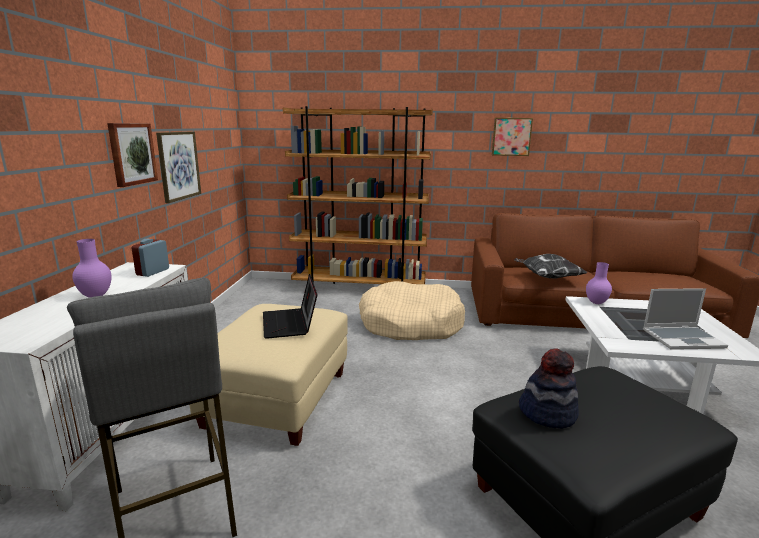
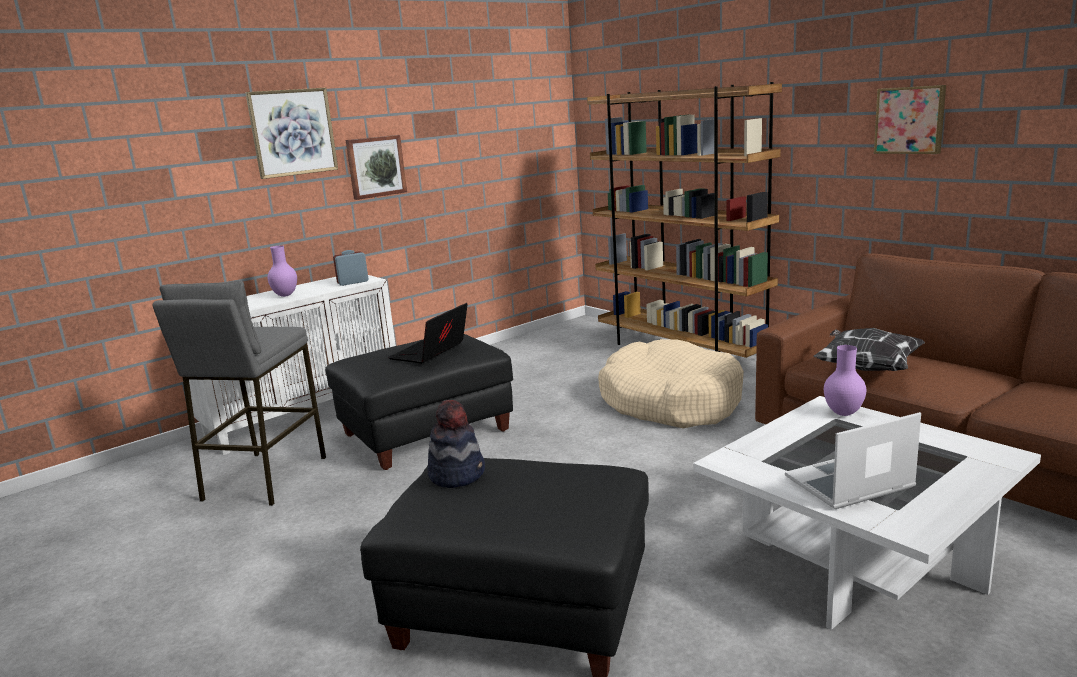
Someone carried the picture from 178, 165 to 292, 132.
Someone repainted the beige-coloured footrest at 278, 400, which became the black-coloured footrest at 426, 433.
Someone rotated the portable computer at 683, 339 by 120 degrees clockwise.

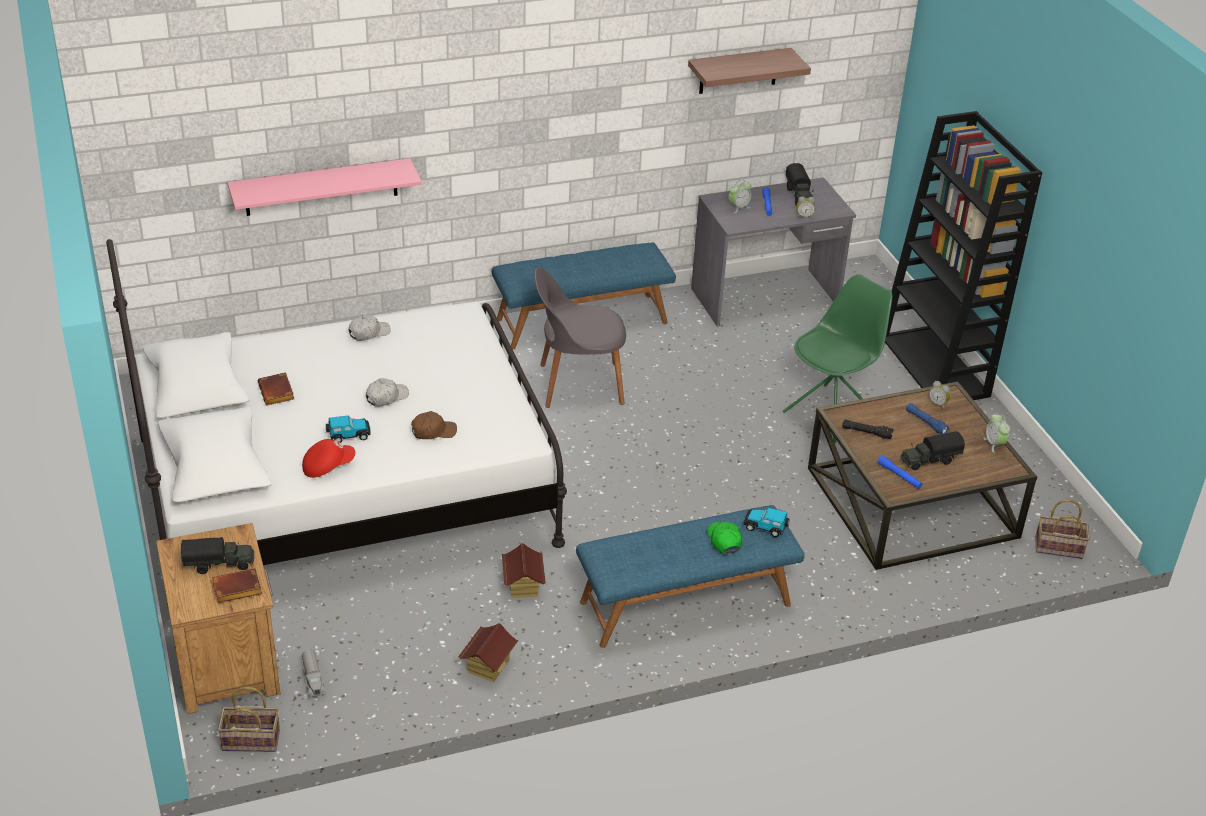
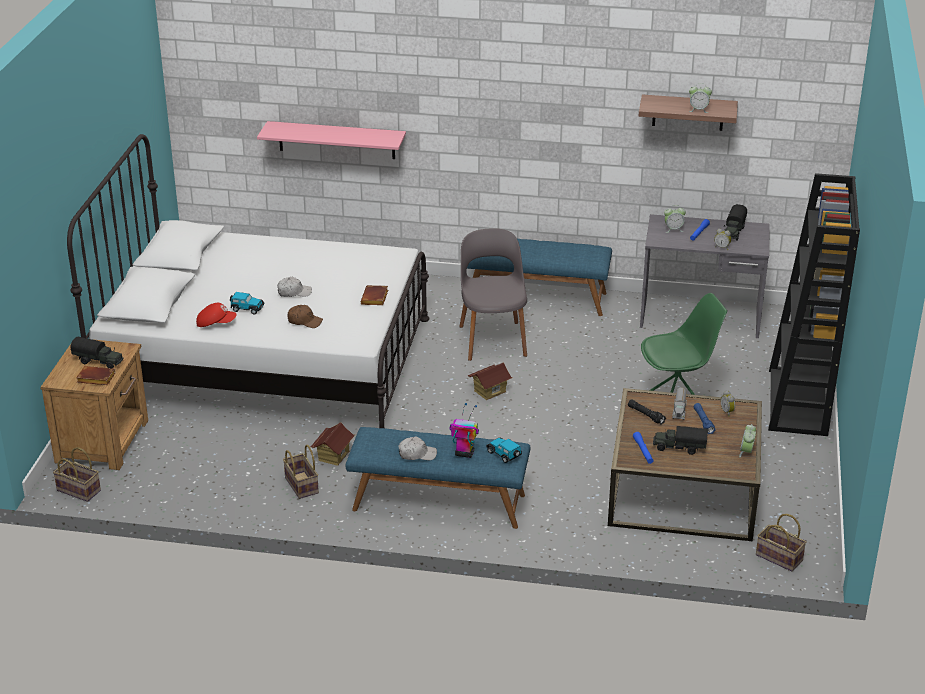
Someone carried the brownish book from 278, 393 to 375, 299.
Someone carried the model truck from 314, 680 to 679, 410.
Someone carried the whitish peaked cap from 369, 333 to 417, 454.
Someone carried the model house from 488, 666 to 489, 391.
Someone rotated the greyish upright chair at 578, 384 by 60 degrees clockwise.
Someone swapped the green peaked cap at 724, 540 for the model robot at 464, 453.
Someone put down the storage basket at 300, 485.
Someone put down the alarm clock at 698, 110.

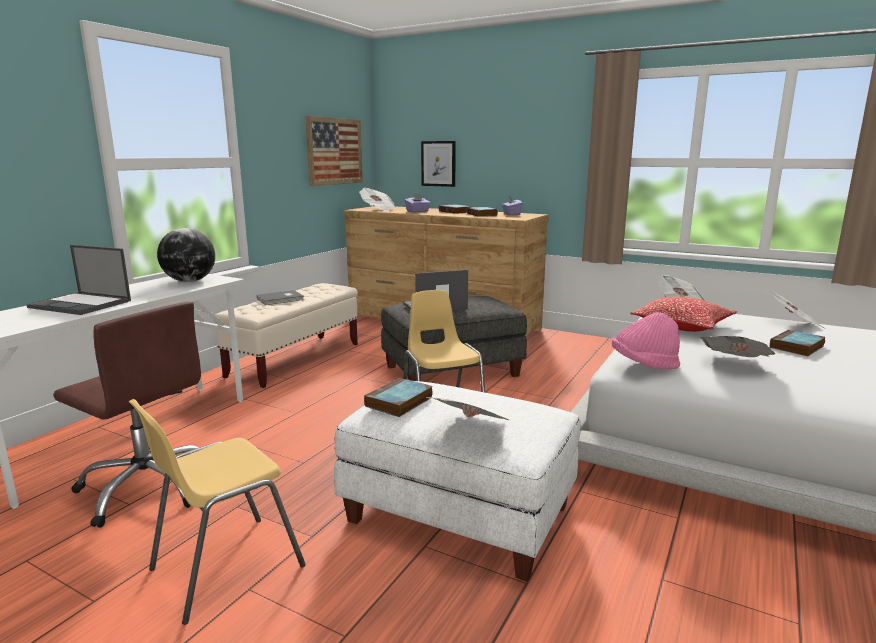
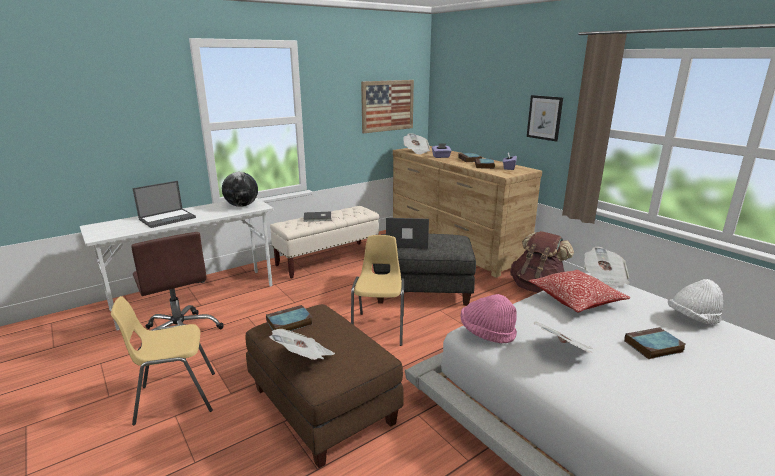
Someone rotated the portable computer at 81, 304 by 90 degrees counterclockwise.
Someone repainted the whitish footrest at 460, 513, which became the brownish footrest at 324, 406.
Someone carried the picture from 438, 163 to 544, 117.
Someone swapped the printed paper at 792, 323 for the whitish hat at 692, 318.
Someone put down the brownish knapsack at 537, 288.

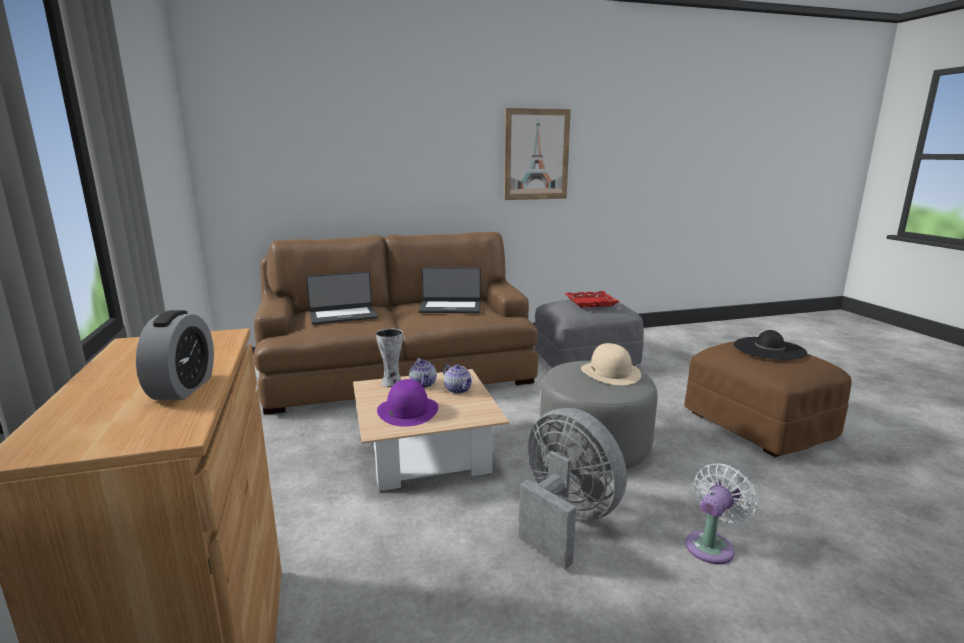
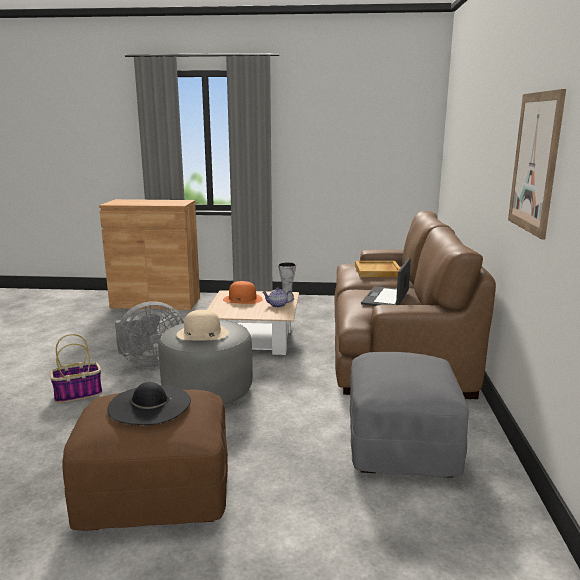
Someone took away the alarm clock at 183, 388.
Someone swapped the portable computer at 343, 316 for the beige-coloured carrying tray at 378, 271.
Someone repainted the purple hat at 407, 410, which became the orange hat at 242, 299.
Someone took away the teapot at 458, 389.
Someone took away the red-coloured carrying tray at 591, 302.
Someone swapped the whitish cooling fan at 712, 545 for the storage basket at 79, 394.

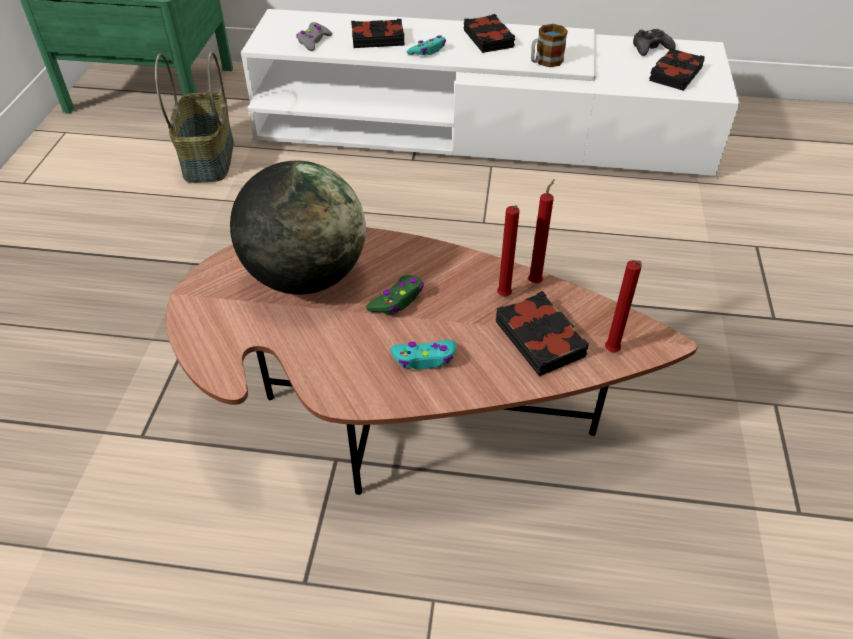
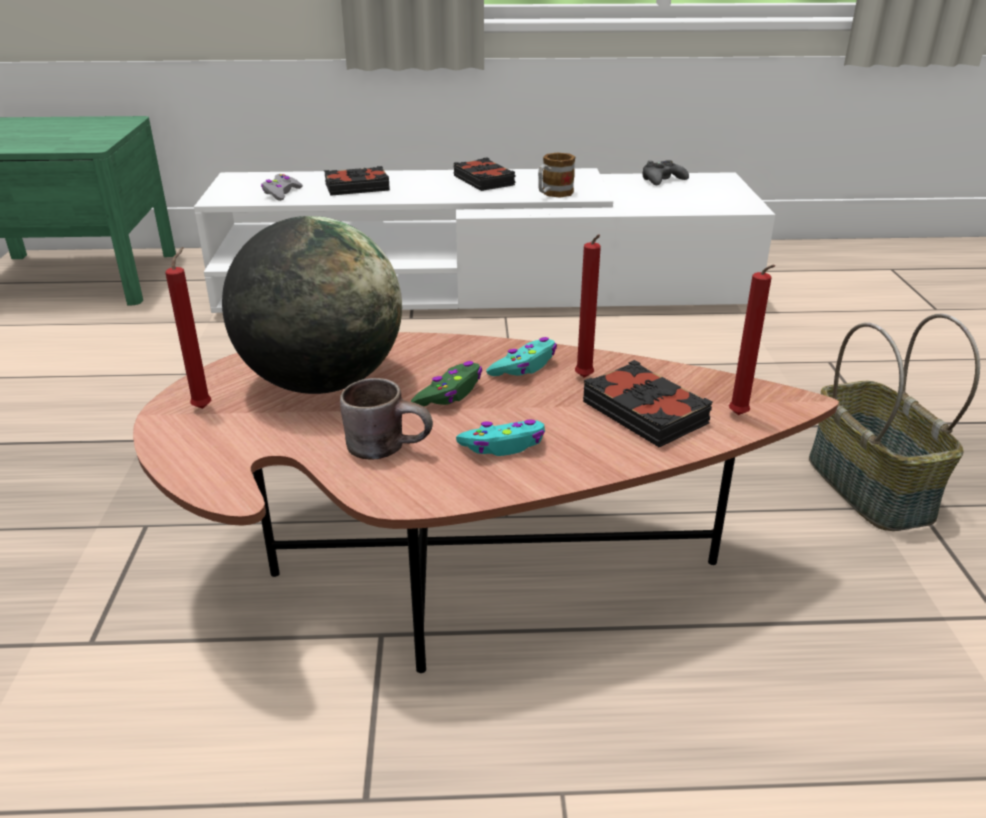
Someone carried the storage basket from 207, 158 to 866, 487.
Someone carried the turquoise-coloured joypad from 428, 51 to 524, 367.
Someone carried the red-coloured wax candle from 536, 281 to 204, 407.
Someone took away the black-coloured book at 674, 74.
Someone put down the brownish tea mug at 389, 445.

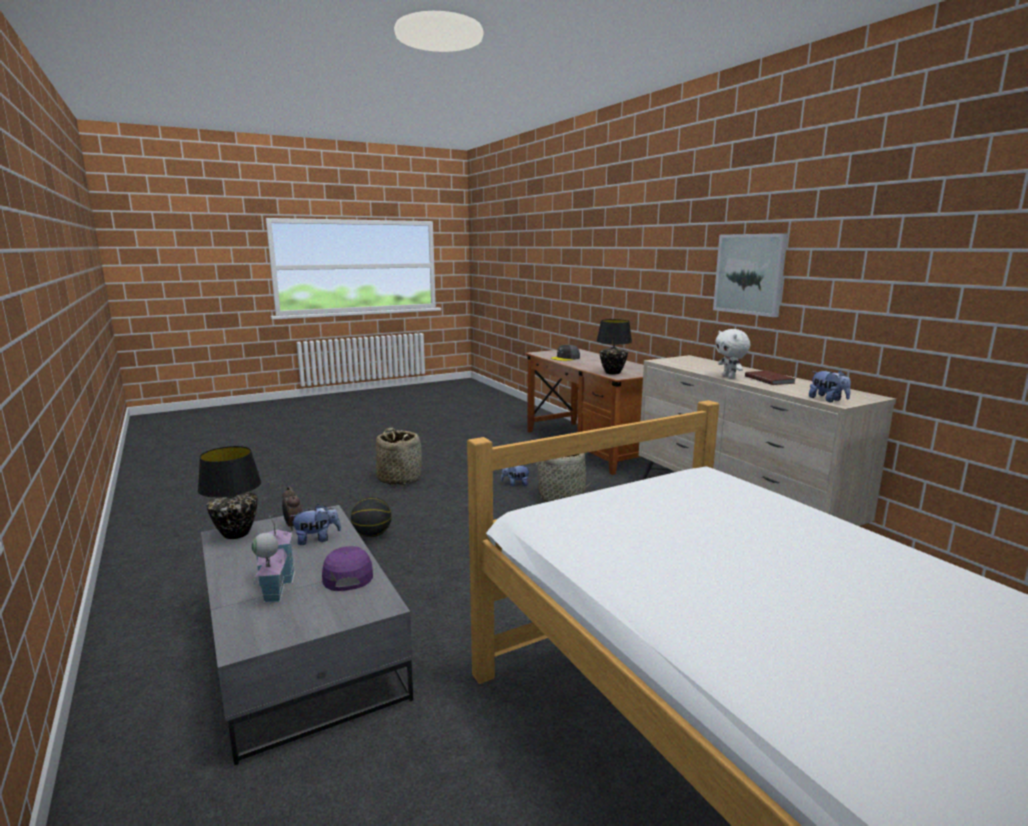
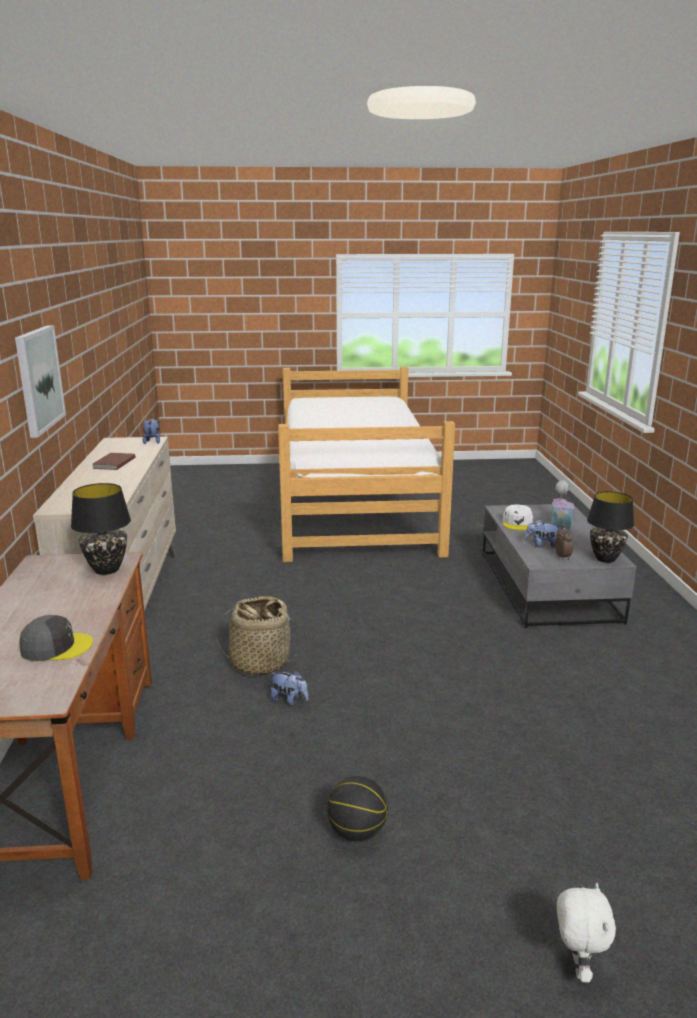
Someone repainted the purple peaked cap at 347, 574, which became the whitish peaked cap at 518, 523.
Someone carried the basketball ball from 372, 534 to 357, 832.
Someone took away the storage basket at 399, 479.
Someone carried the whitish soft toy from 729, 377 to 577, 966.

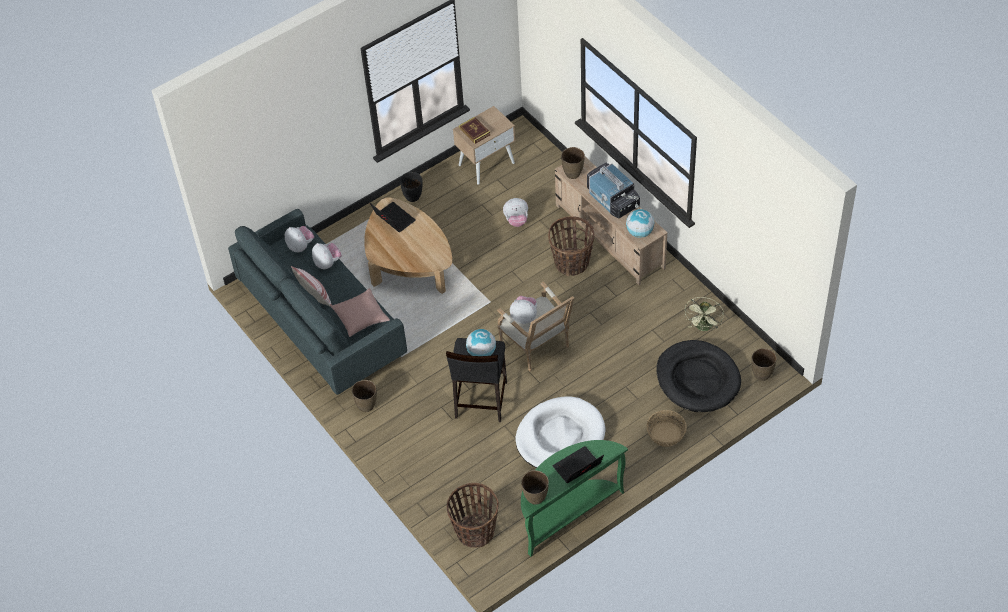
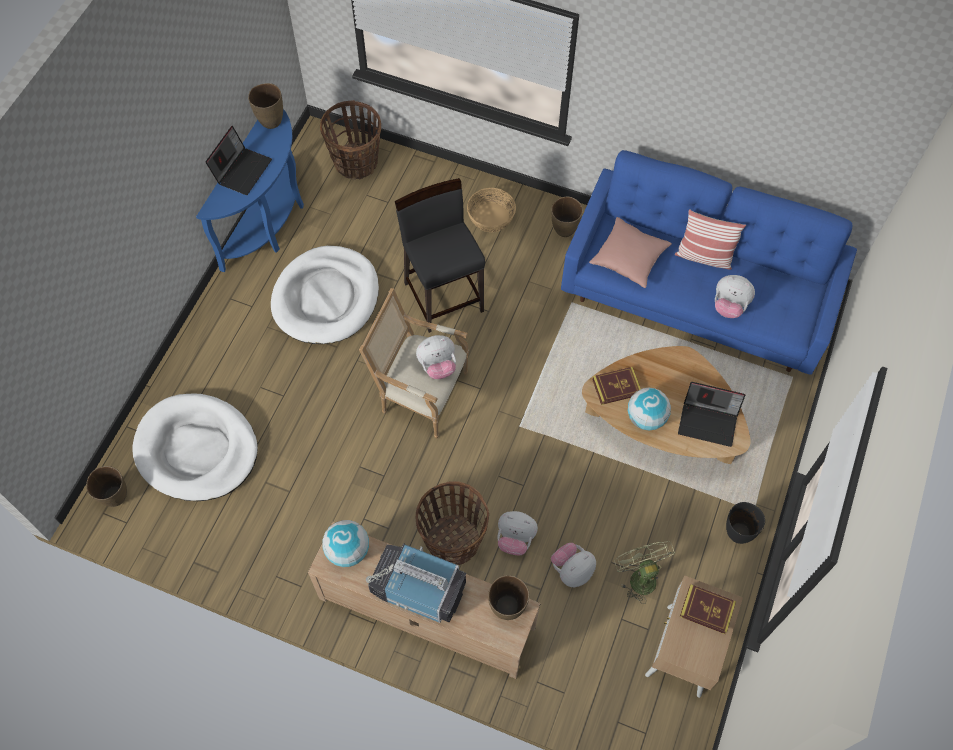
Someone repainted the greyish couch at 321, 322, which became the bluish couch at 696, 298.
Someone carried the soft toy from 300, 246 to 515, 538.
Someone carried the globe from 481, 353 to 646, 418.
Someone repainted the green hall table at 567, 513, which became the bluish hall table at 270, 222.
Someone carried the storage basket from 665, 434 to 491, 217.
Someone repainted the black-coloured dog cushion at 697, 379, which became the whitish dog cushion at 197, 450.
Someone carried the green cooling fan from 703, 328 to 639, 576.
Someone put down the book at 616, 387.

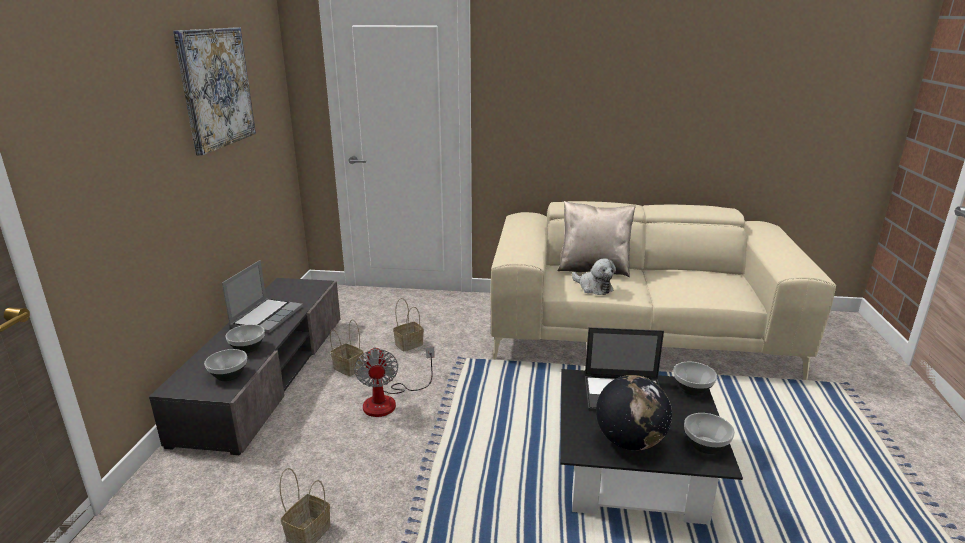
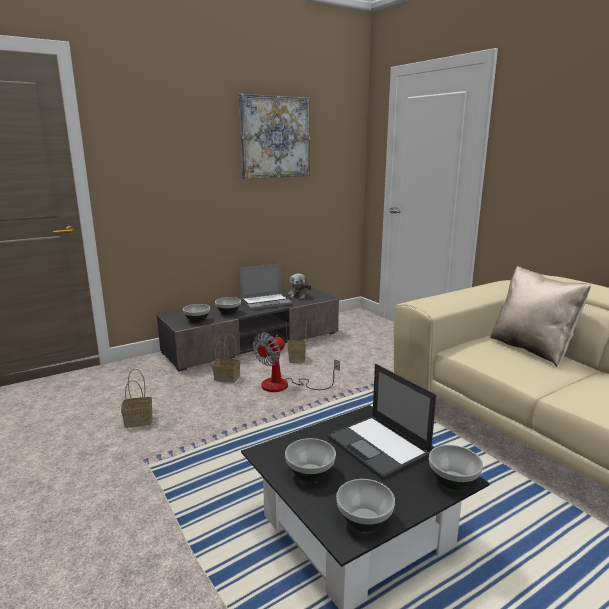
Someone carried the storage basket from 409, 344 to 228, 377.
Someone carried the soft toy from 593, 287 to 299, 294.
Someone swapped the globe at 630, 441 for the deep dish at 311, 473.

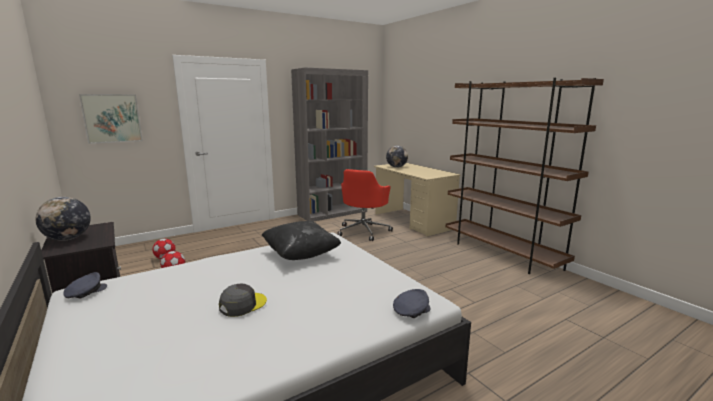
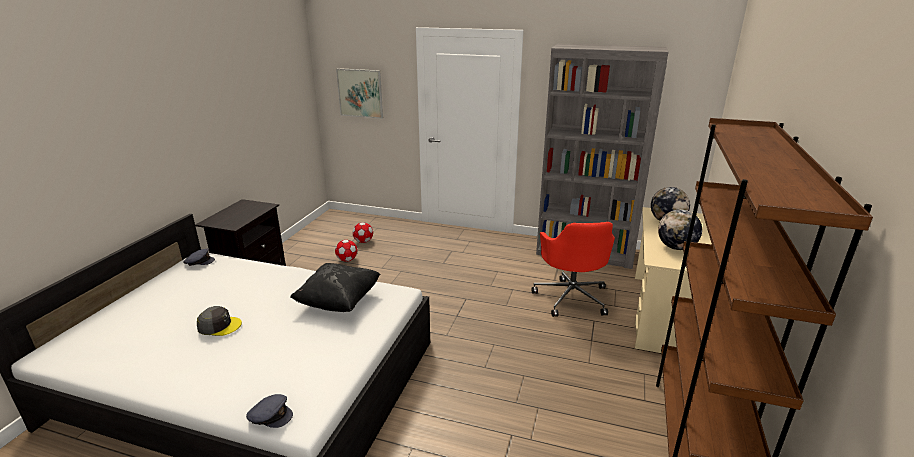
Someone carried the globe from 68, 239 to 676, 247.
Someone rotated the red-coloured desk chair at 364, 231 by 75 degrees counterclockwise.

